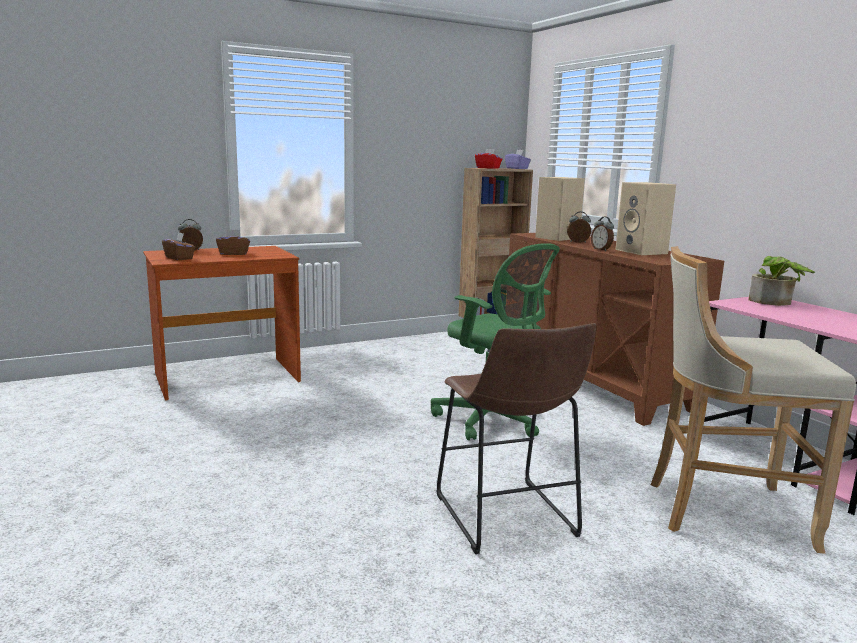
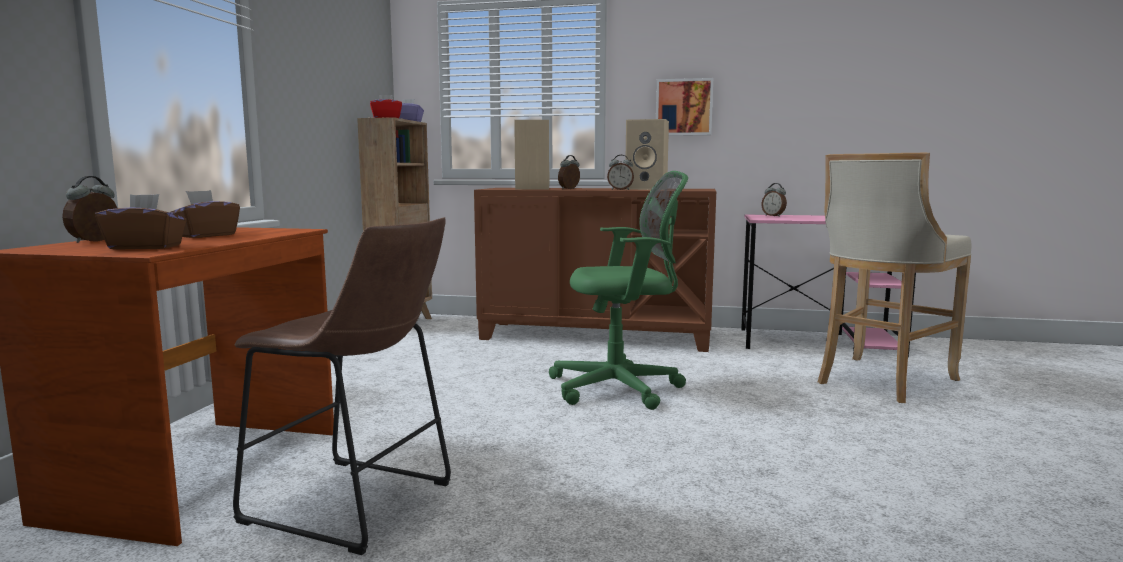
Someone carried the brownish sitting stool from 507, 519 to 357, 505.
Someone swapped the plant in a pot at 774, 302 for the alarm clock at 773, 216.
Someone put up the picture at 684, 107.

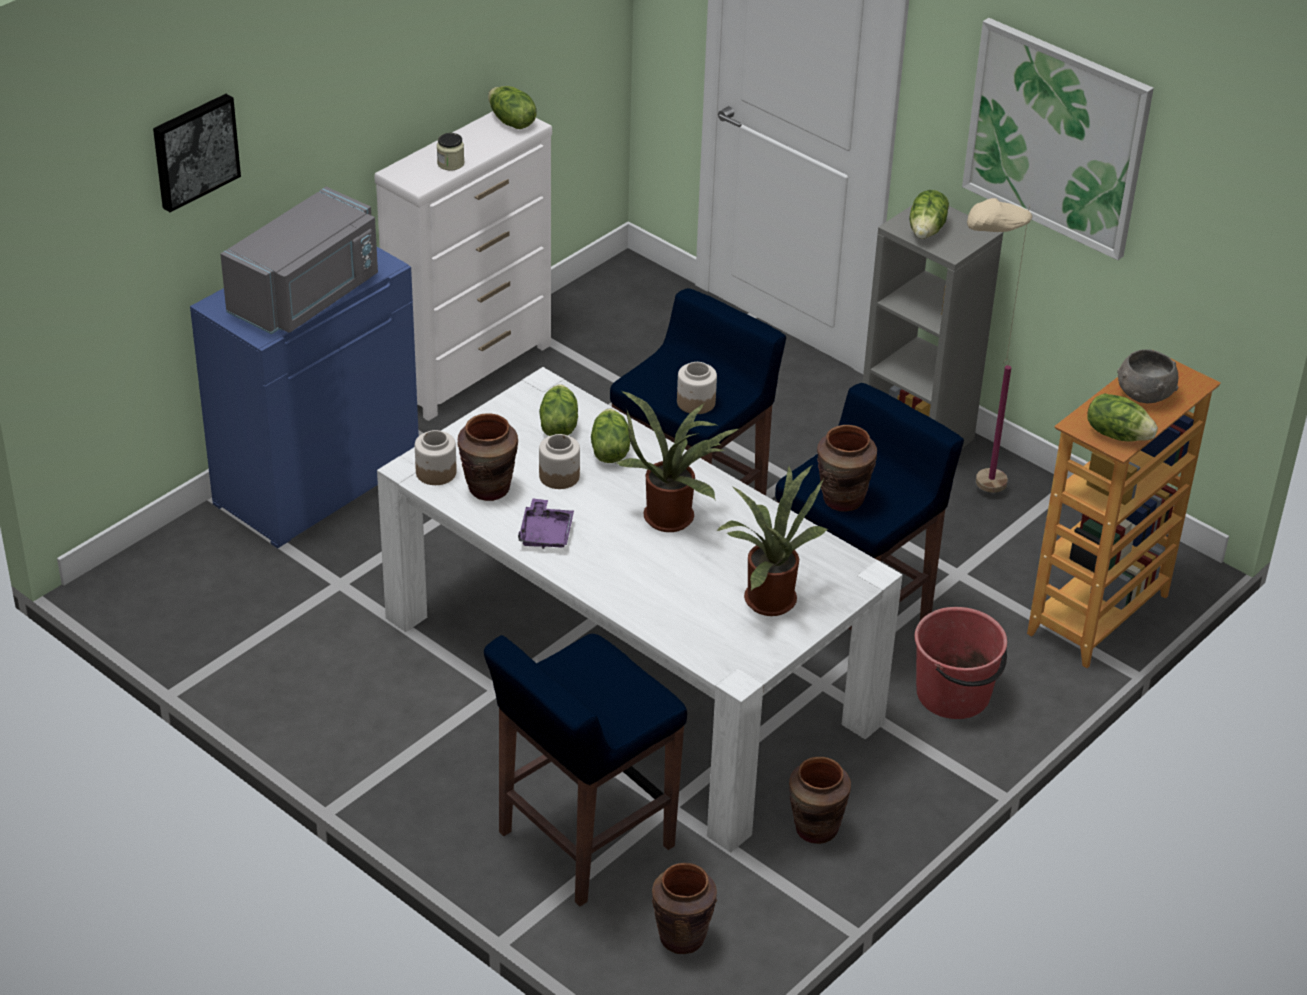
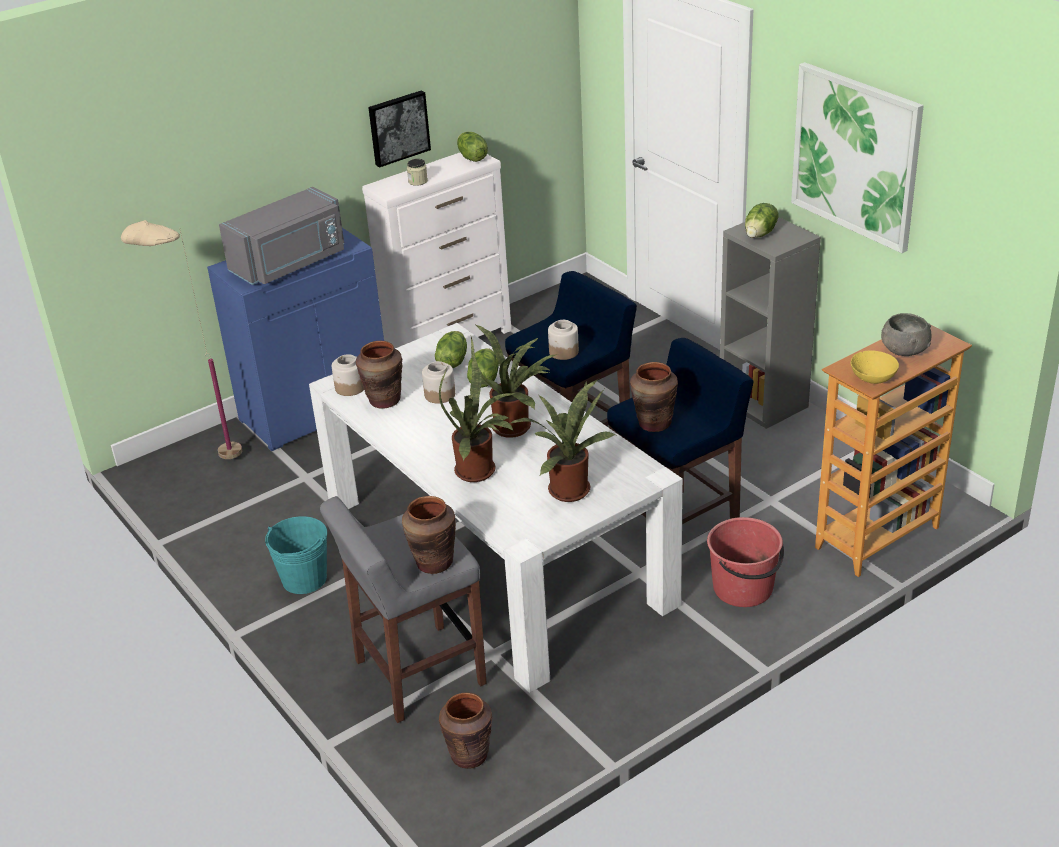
Someone carried the picture from 194, 150 to 398, 127.
Someone repainted the bluish sitting stool at 583, 841, which became the greyish sitting stool at 417, 673.
Someone took away the purple carrying tray at 546, 533.
Someone carried the brownish vase from 815, 829 to 434, 563.
Someone carried the beige-coloured floor lamp from 968, 498 to 211, 463.
Someone swapped the head of lettuce at 1117, 434 for the yellow deep dish at 873, 377.
Someone put down the turquoise-coloured pail at 304, 579.
Someone put down the plant in a pot at 480, 472.

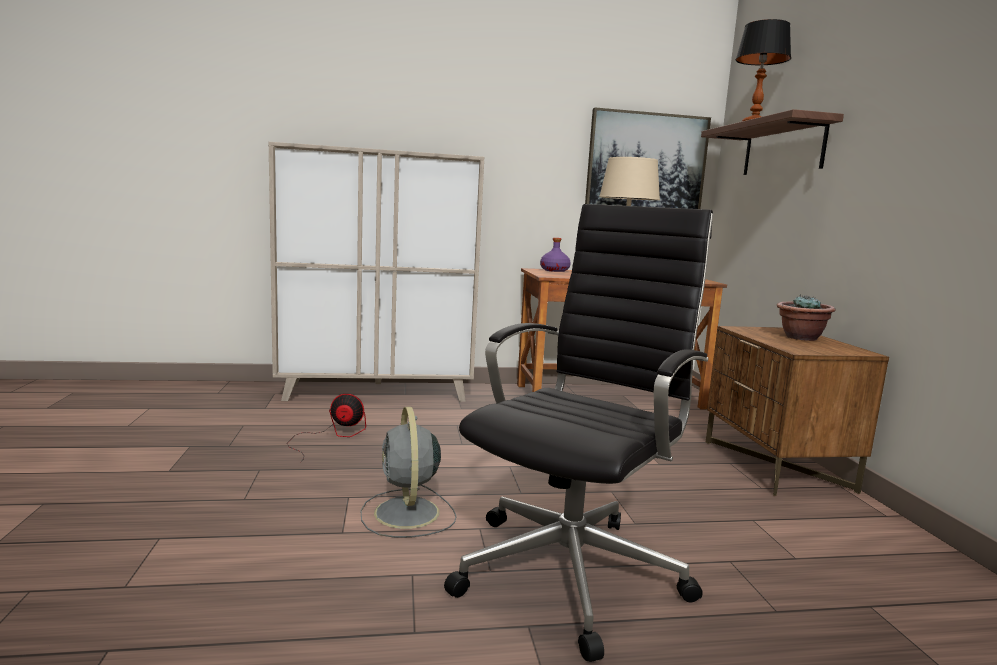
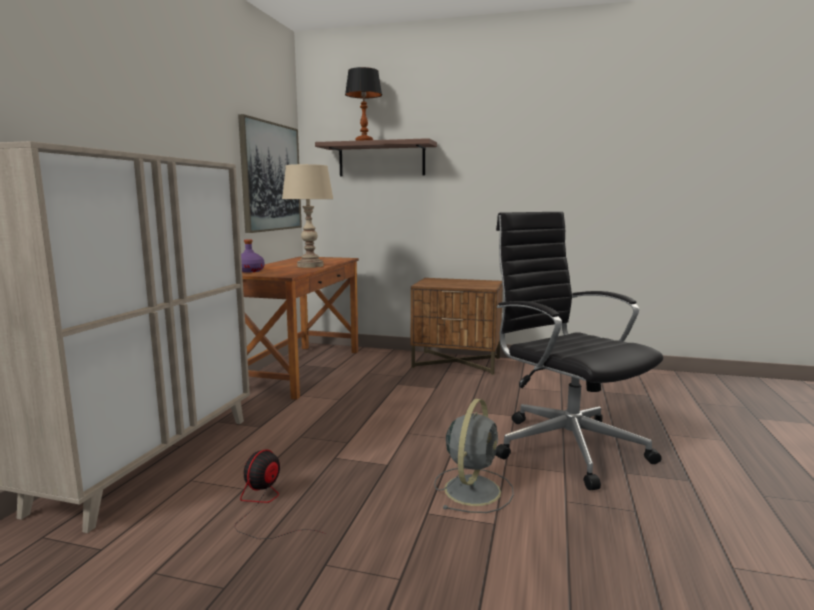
Someone rotated the greyish cooling fan at 407, 514 by 75 degrees counterclockwise.
Someone took away the plant in a pot at 800, 337.

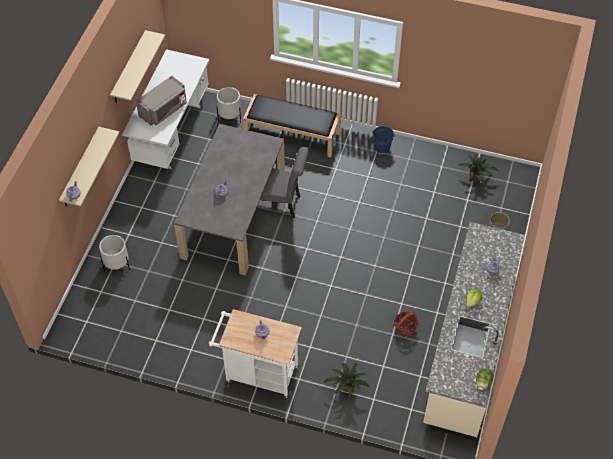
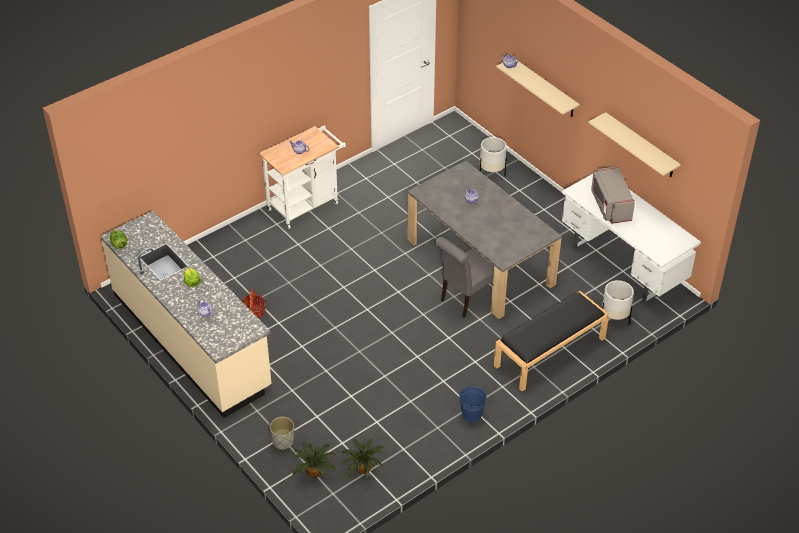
Someone carried the plant in a pot from 346, 387 to 314, 471.

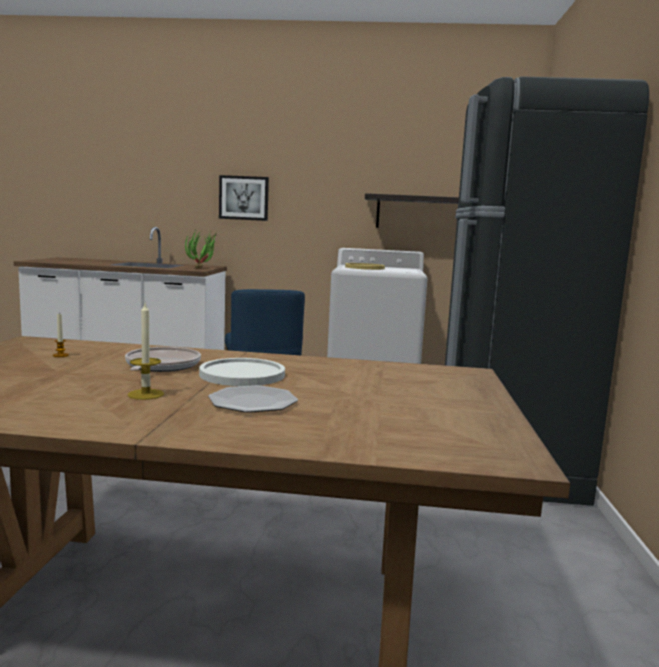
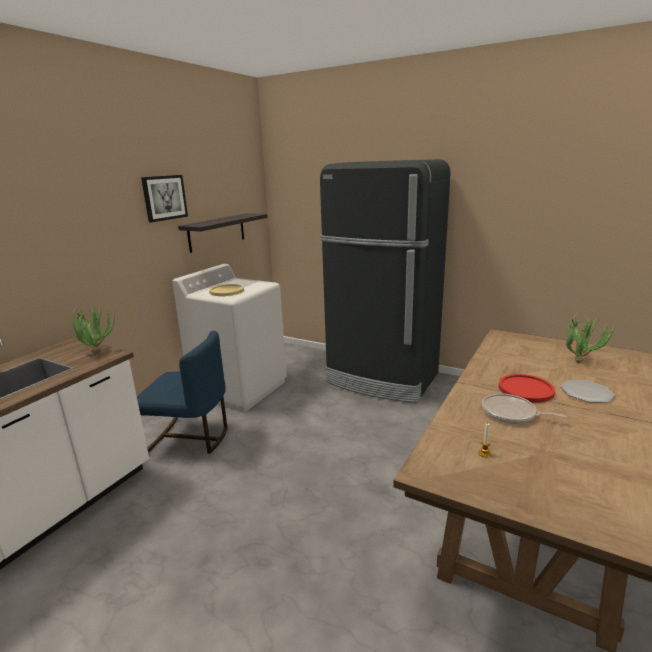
Someone took away the wax candle at 146, 394.
Someone repainted the whitish plate at 242, 374, which became the red-coloured plate at 525, 389.
Someone carried the picture from 244, 198 to 164, 197.
Someone put down the plant in a pot at 580, 360.

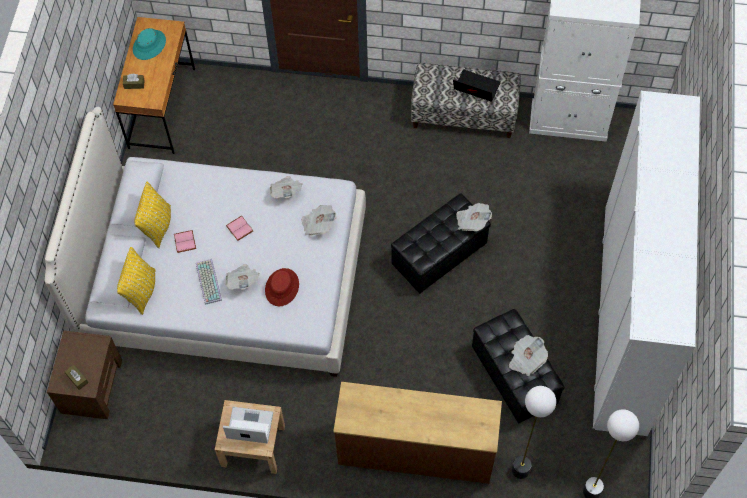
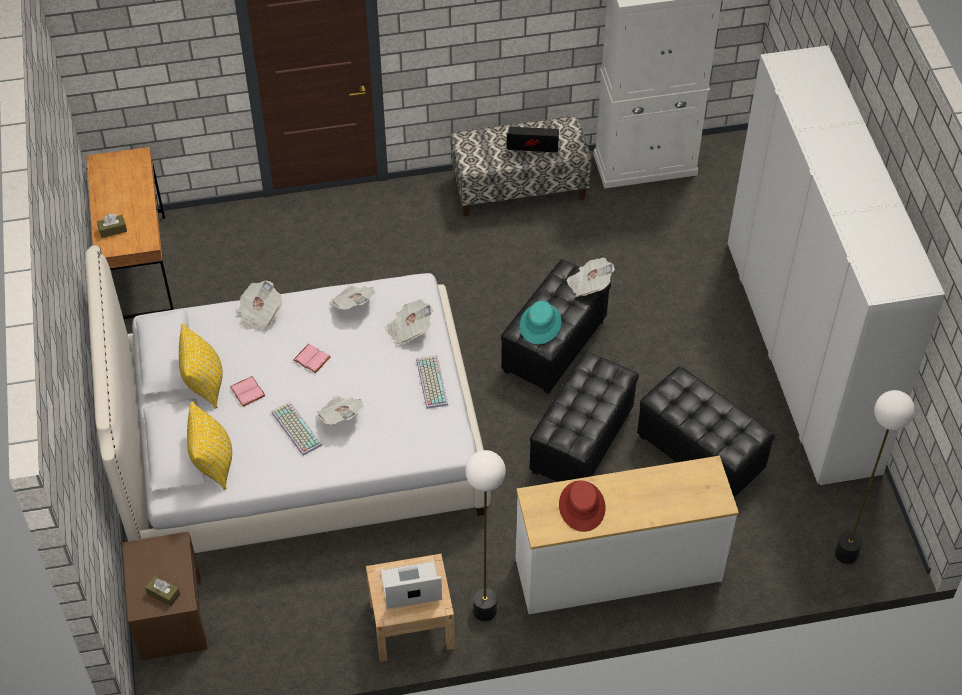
Someone carried the turquoise-coloured hat from 149, 45 to 540, 324.
Someone carried the red-coloured hat from 282, 287 to 582, 506.
Someone repainted the brownish drawer chest at 416, 451, which became the whitish drawer chest at 618, 571.
Someone carried the printed paper from 526, 359 to 259, 315.
Someone carried the floor lamp from 520, 470 to 484, 611.
Someone put down the computer keyboard at 430, 381.
Someone put down the black-coloured footrest at 582, 442.

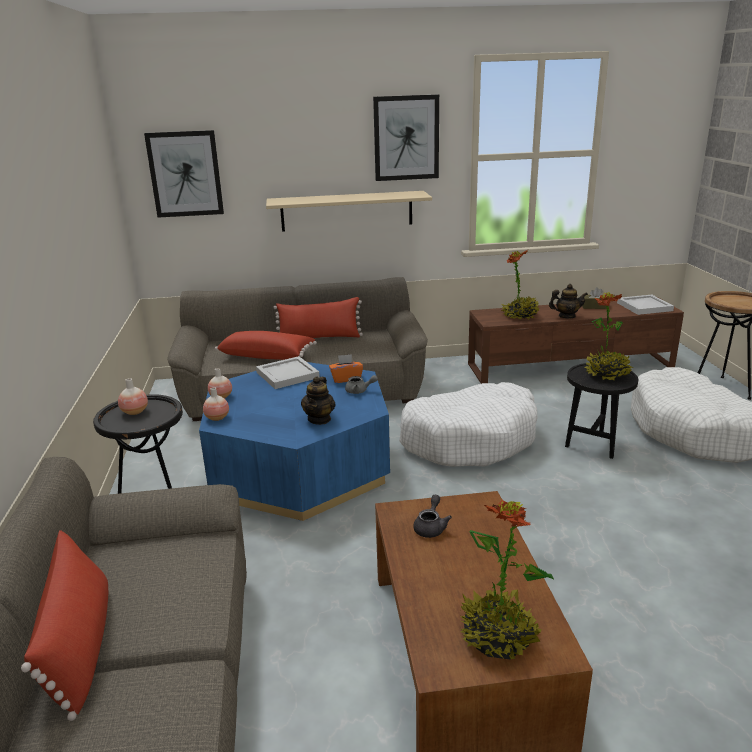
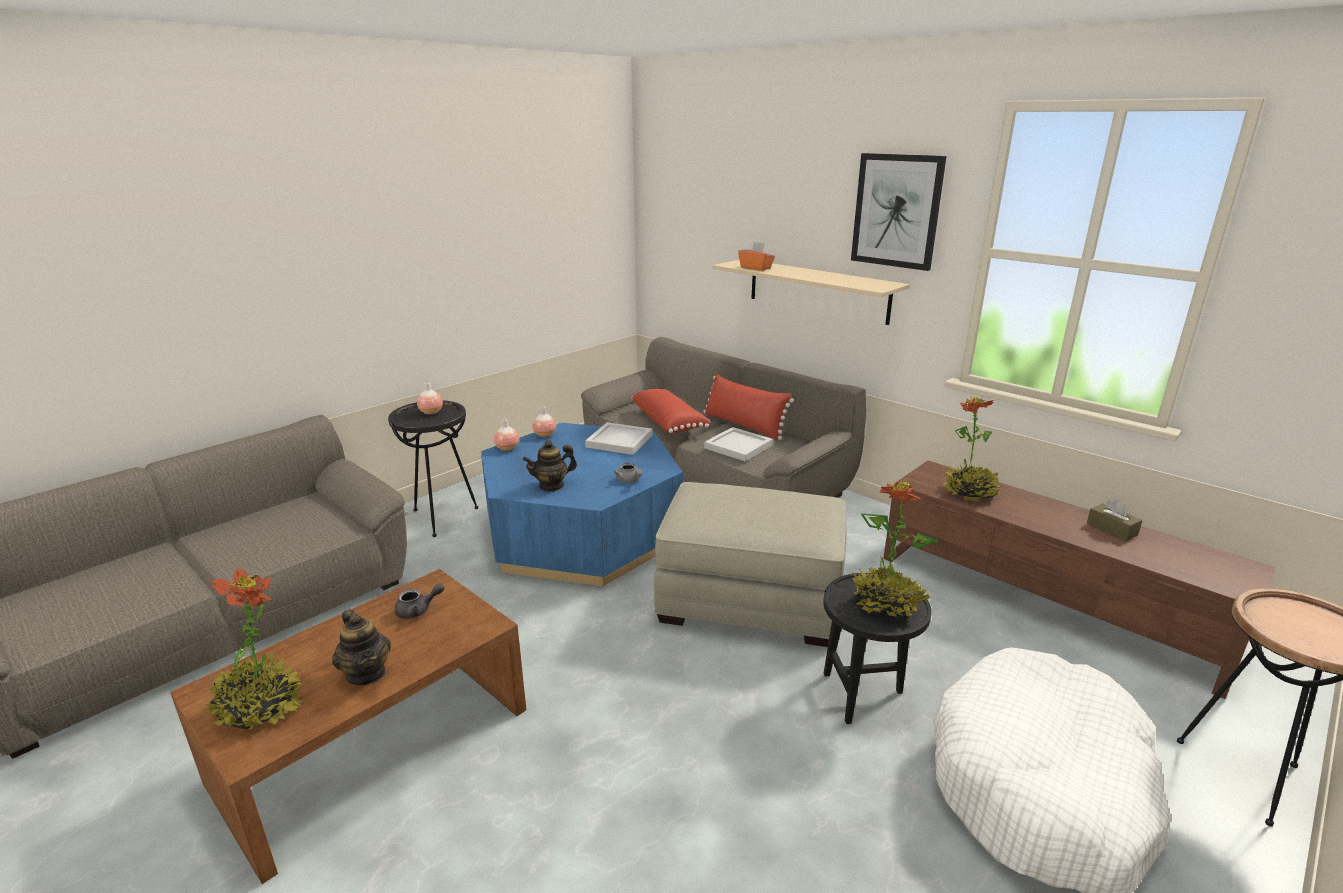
Someone took away the red-coloured cushion at 80, 645.
Someone took away the picture at 185, 174.
Someone carried the orange box of tissues from 346, 379 to 756, 268.
Someone swapped the whitish dog cushion at 470, 439 for the beige-coloured footrest at 749, 600.
Someone carried the teapot from 566, 316 to 367, 673.
Someone carried the whitish carrying tray from 645, 307 to 738, 447.

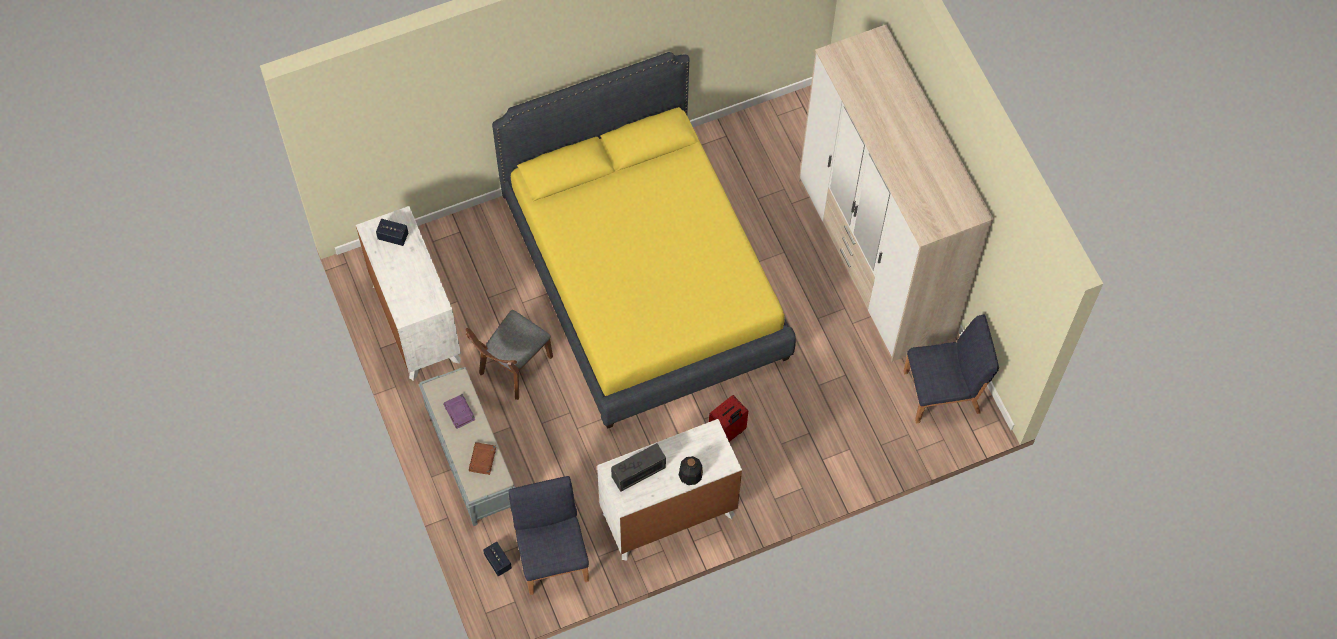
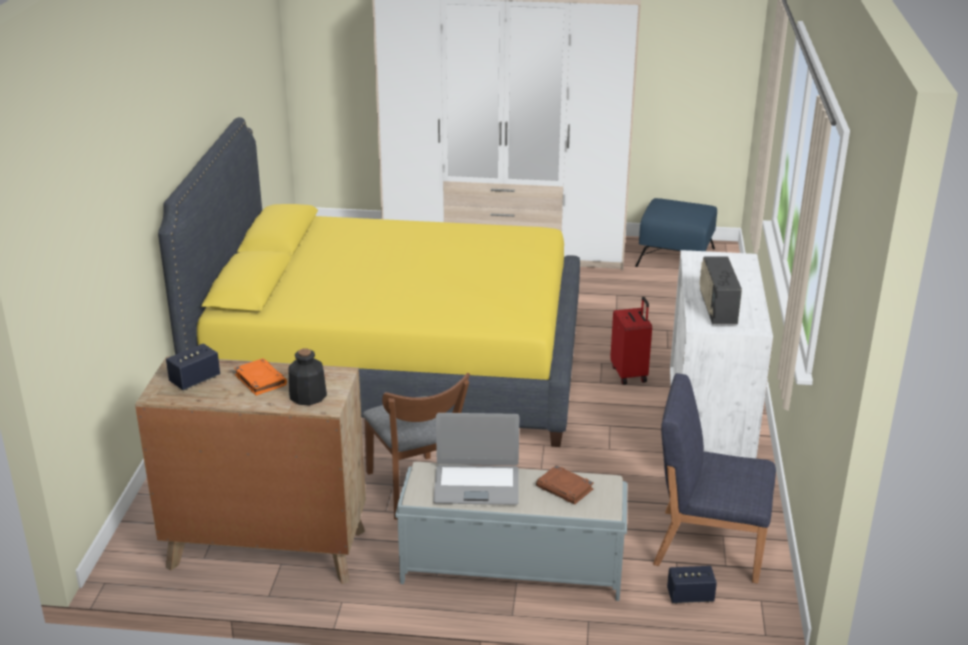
Someone repainted the whitish drawer chest at 416, 322, which became the brownish drawer chest at 266, 549.
Someone swapped the purple book at 459, 412 for the portable computer at 476, 485.
Someone carried the bottle from 690, 474 to 307, 396.
Someone swapped the bluish upright chair at 943, 392 for the bluish footrest at 676, 257.
Someone put down the orange book at 260, 380.

